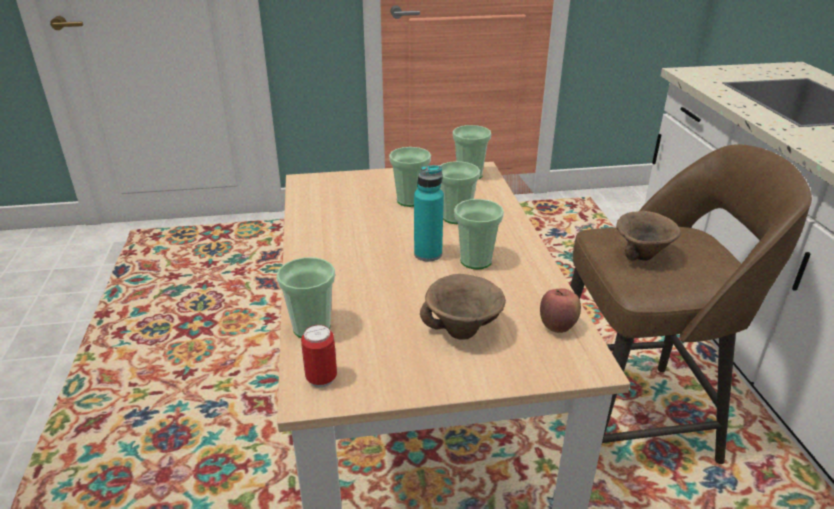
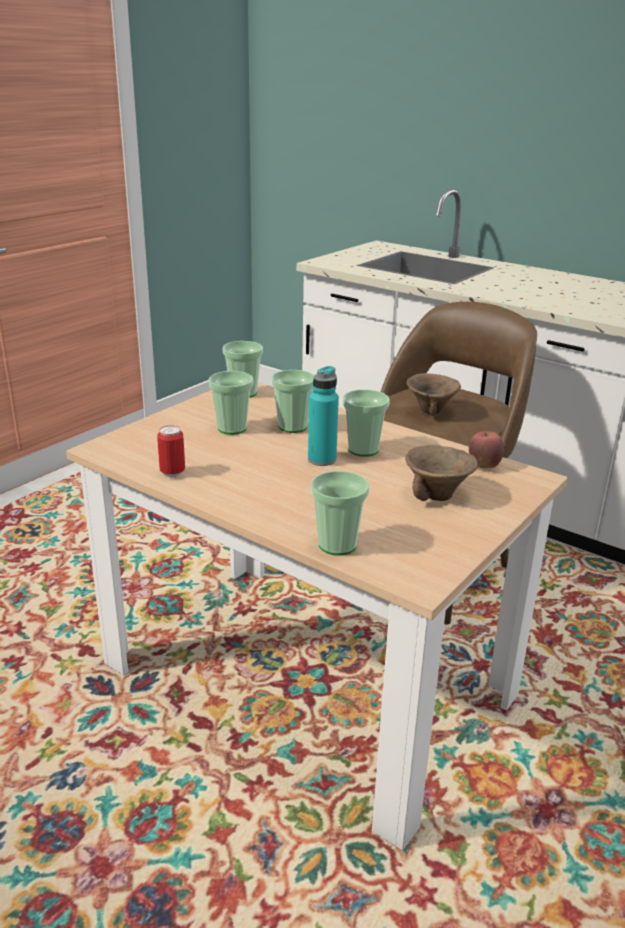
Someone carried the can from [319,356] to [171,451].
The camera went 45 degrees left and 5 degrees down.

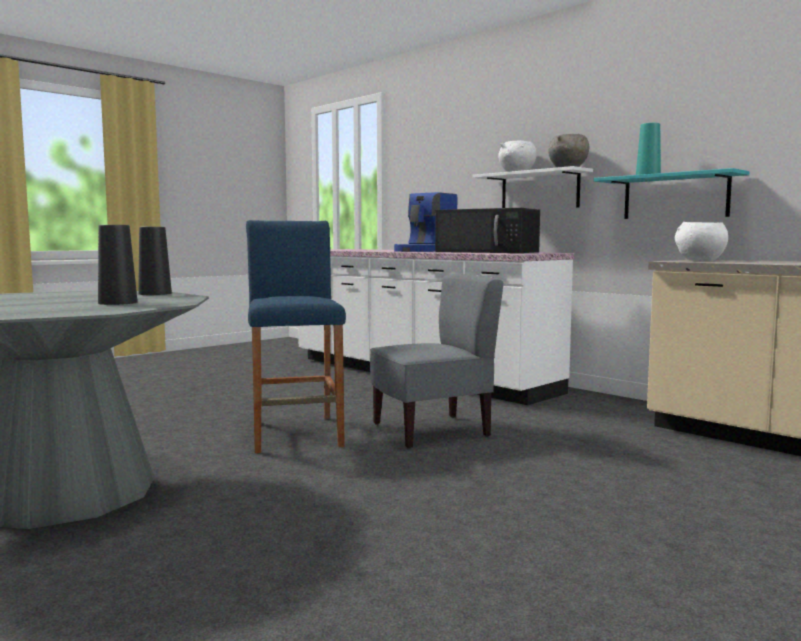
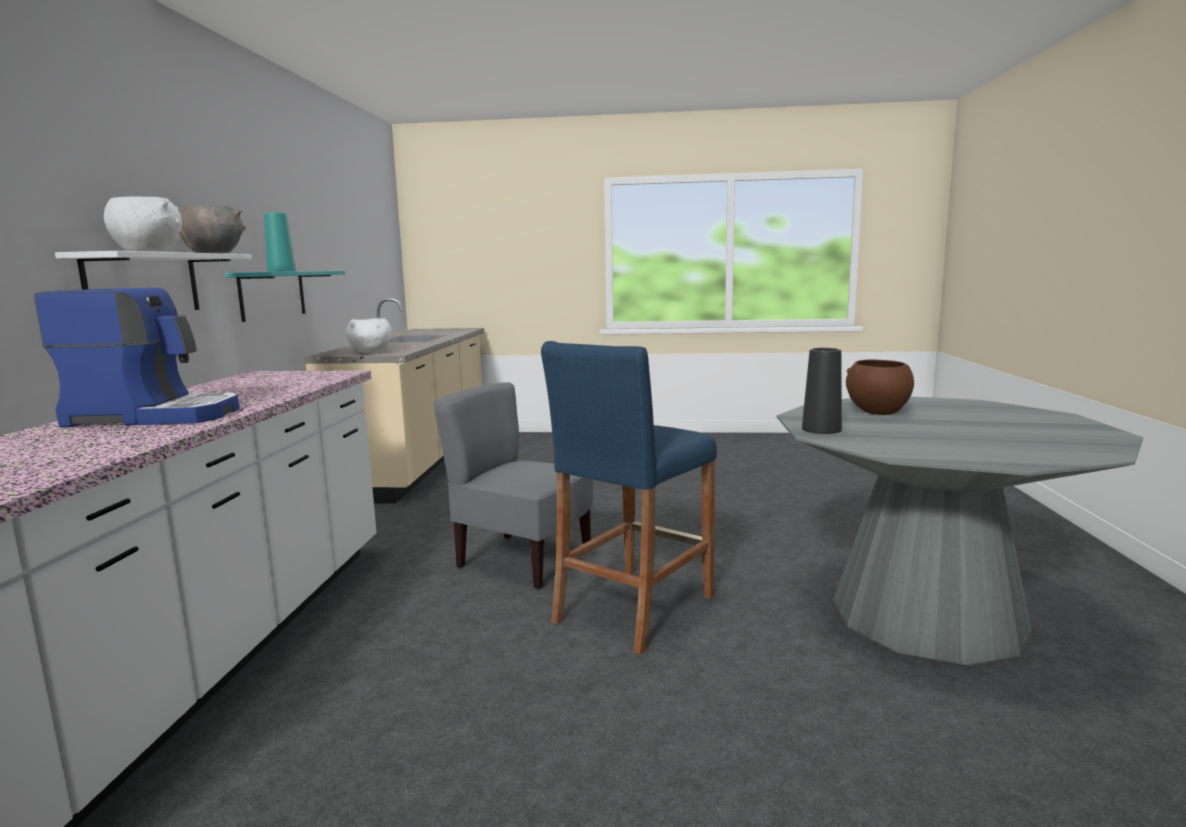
Someone swapped the black vase at [118,265] for the brown bowl at [880,387].
Someone took away the black microwave at [487,230].
The camera went 130 degrees left and 5 degrees up.

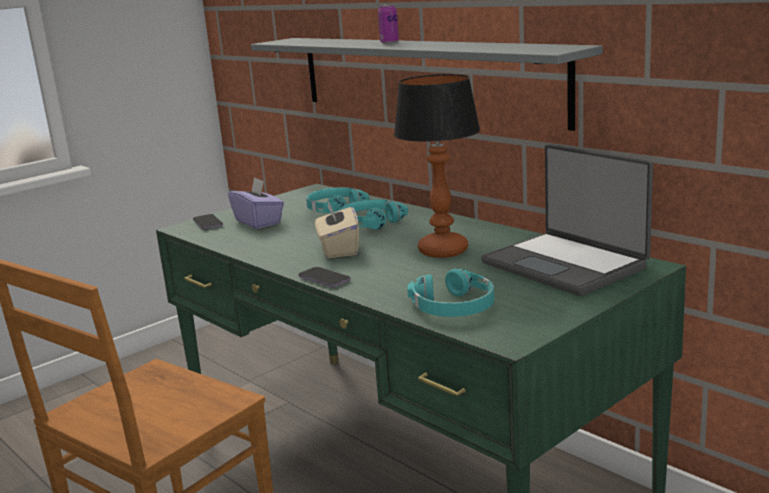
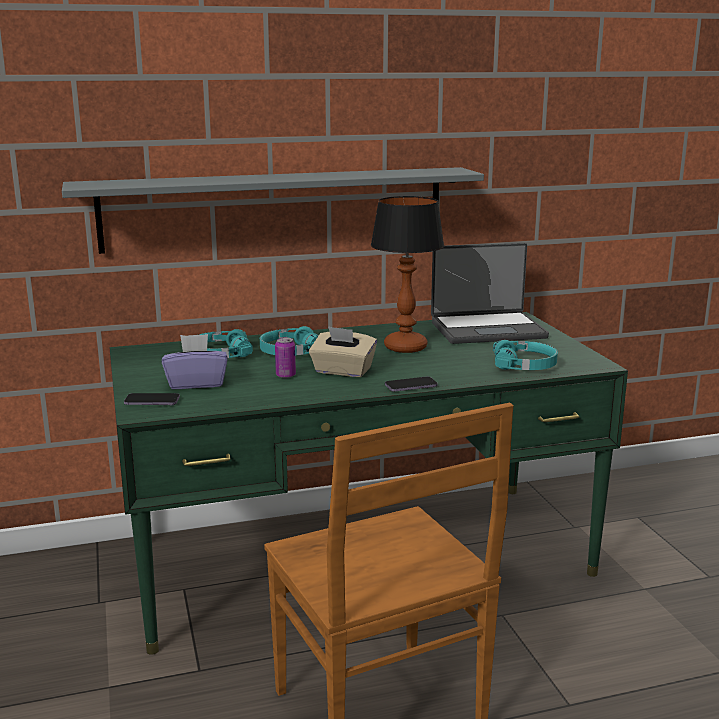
Someone carried the can from [388,24] to [285,357].
The camera went 65 degrees left and 0 degrees up.

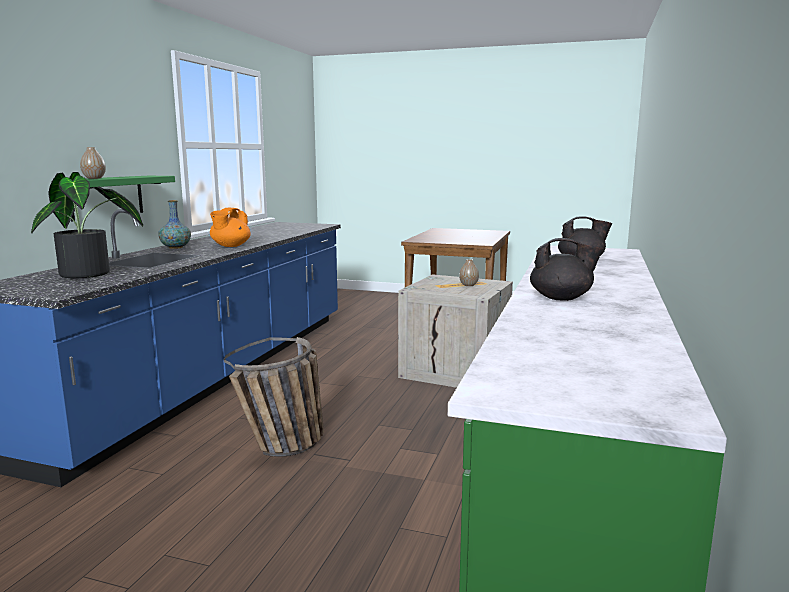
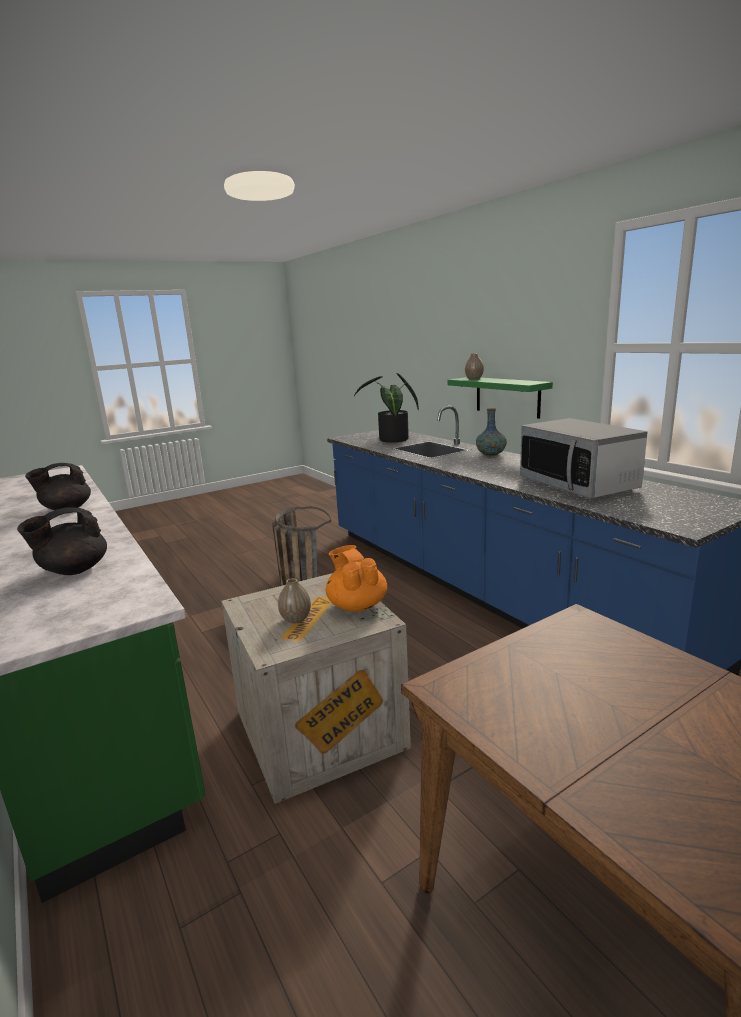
Someone carried the orange teapot from [230,227] to [356,578].
Someone put down the microwave at [584,458].
The camera went 130 degrees right and 5 degrees up.

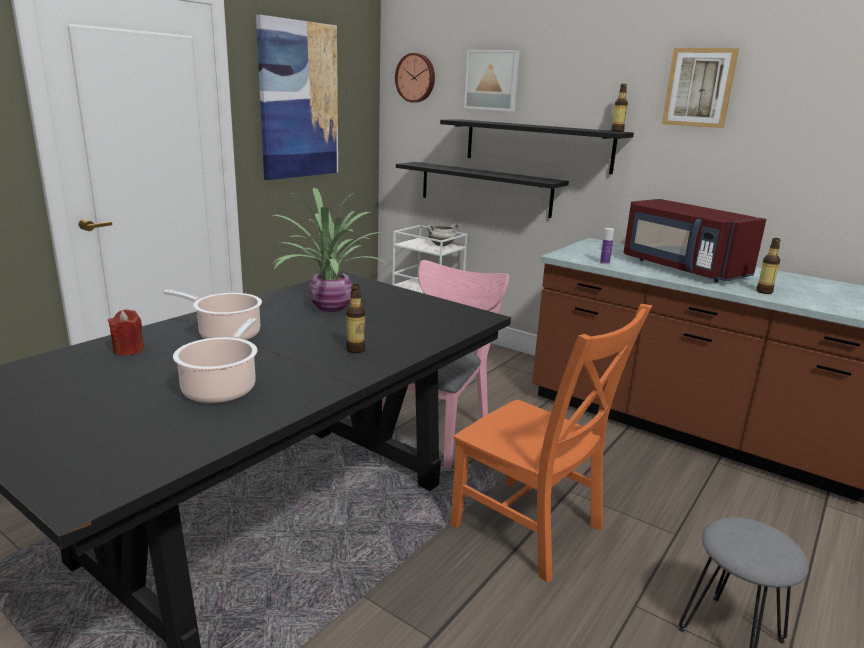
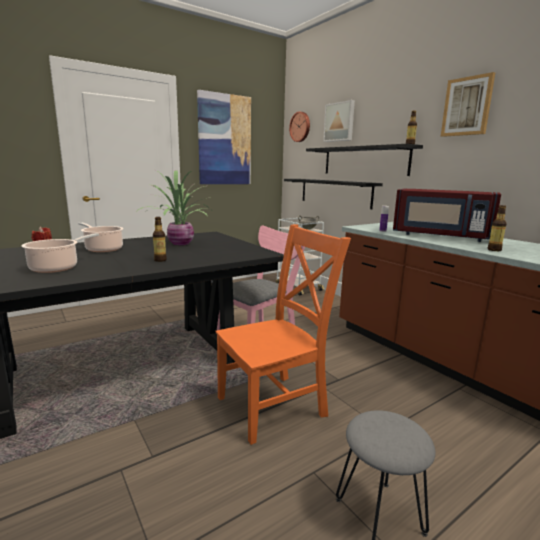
Someone rotated the orange chair at [551,443] by 90 degrees counterclockwise.
Someone rotated the red microwave at [694,240] by 45 degrees counterclockwise.
The camera went 20 degrees right and 5 degrees down.

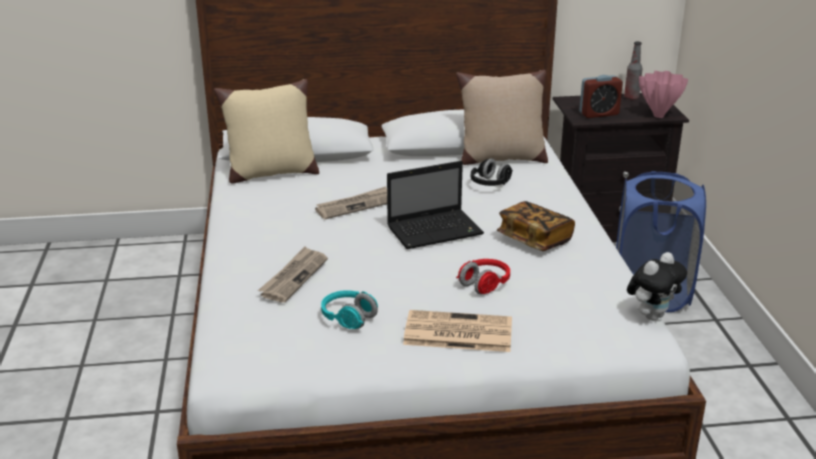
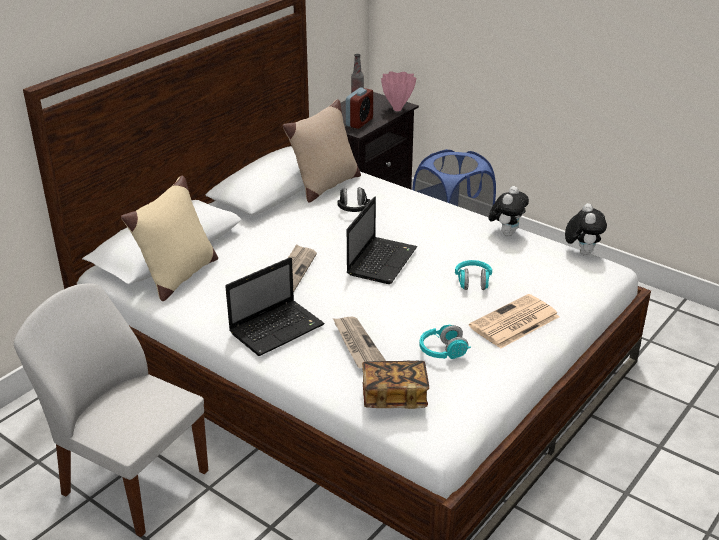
Someone put down the white chair at [111,410].
Someone put down the laptop at [275,306].
Someone carried the book from [536,226] to [395,384].
Someone repainted the red headphones at [483,276], which became the turquoise headphones at [473,275].
Someone put down the plush toy at [509,211].
The camera went 45 degrees left and 5 degrees up.

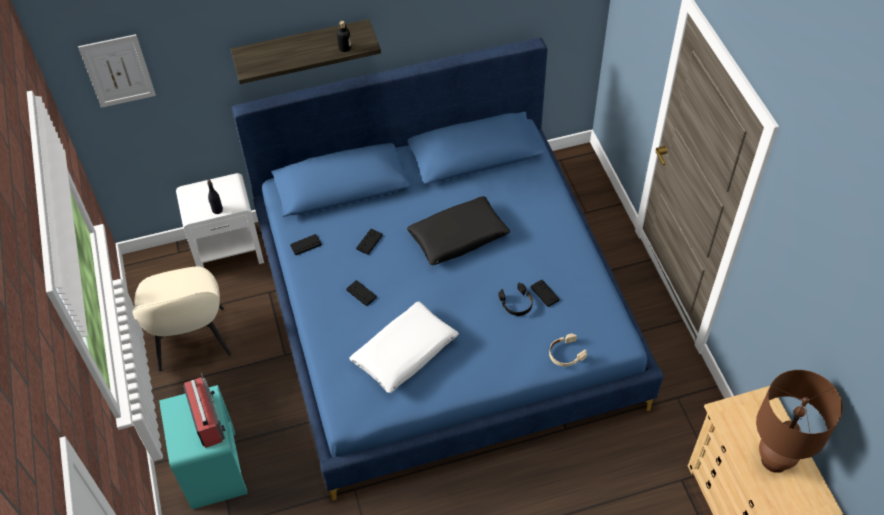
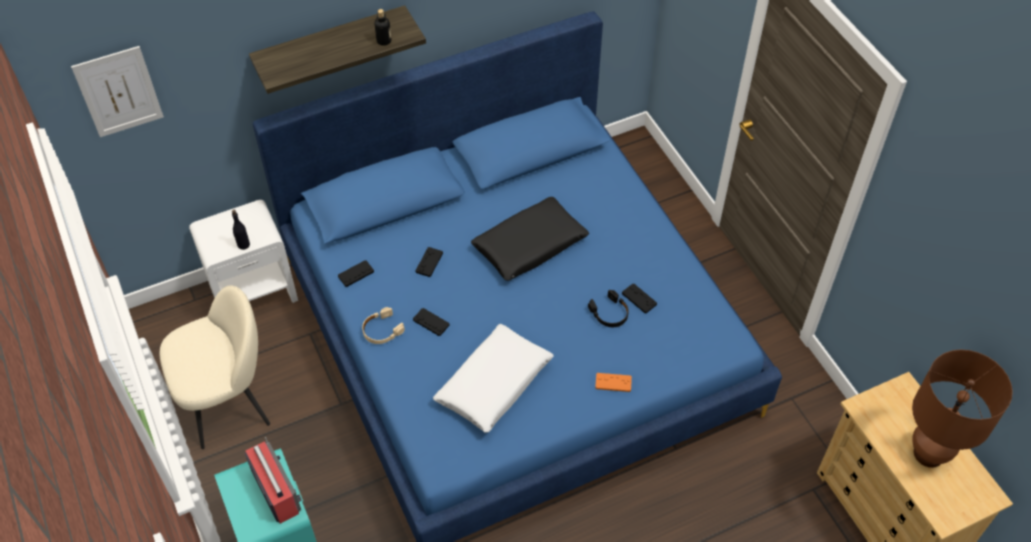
Someone rotated the beige chair at [182,319] by 90 degrees counterclockwise.
Someone carried the beige headphones from [568,349] to [383,325].
Someone put down the orange game controller at [613,382].
The camera went 10 degrees left and 0 degrees up.

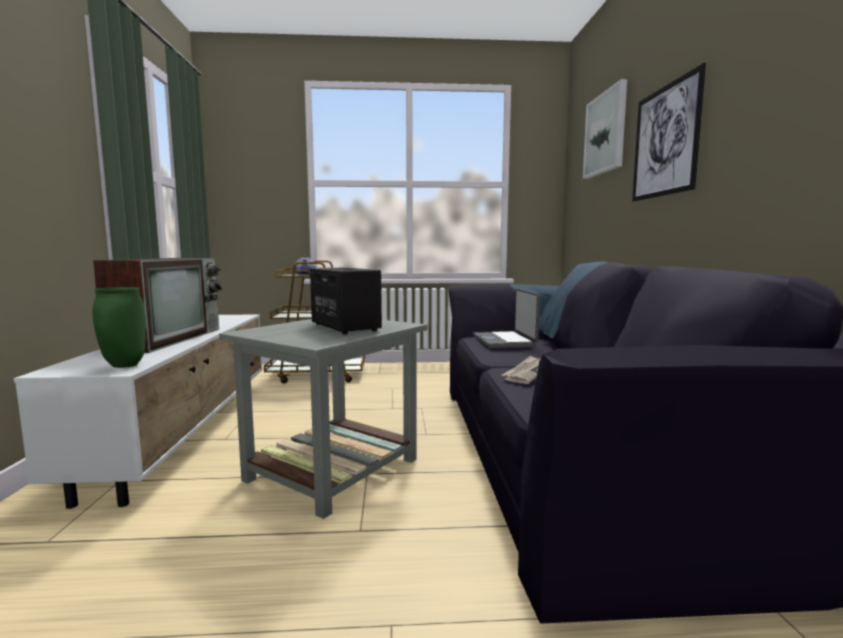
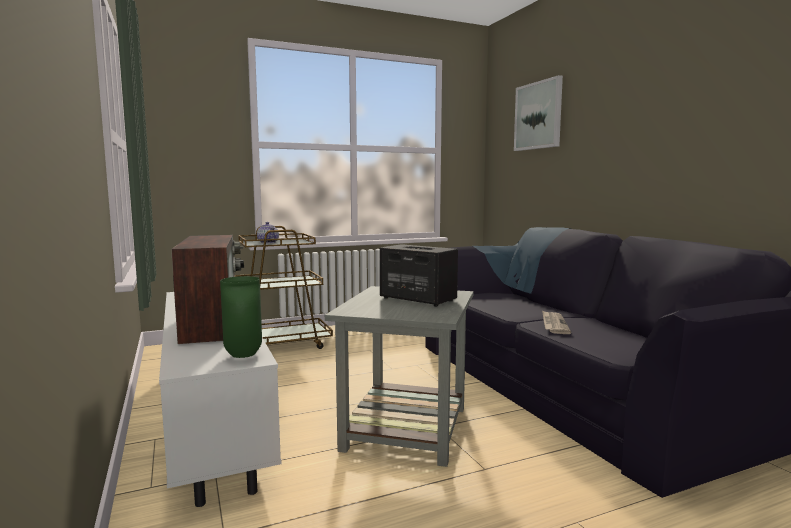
Someone took away the laptop at [506,318].
Someone took away the picture at [669,132].
The camera went 20 degrees left and 0 degrees up.

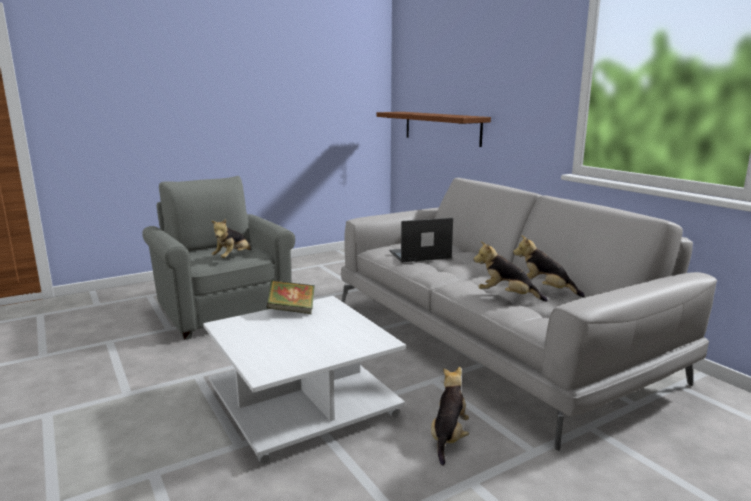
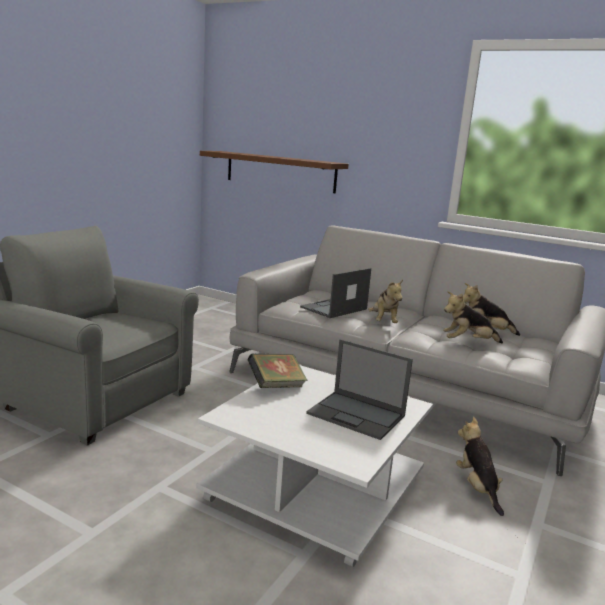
Someone put down the laptop at [359,389].
Someone carried the plush toy from [231,238] to [385,301].
The camera went 30 degrees left and 0 degrees up.

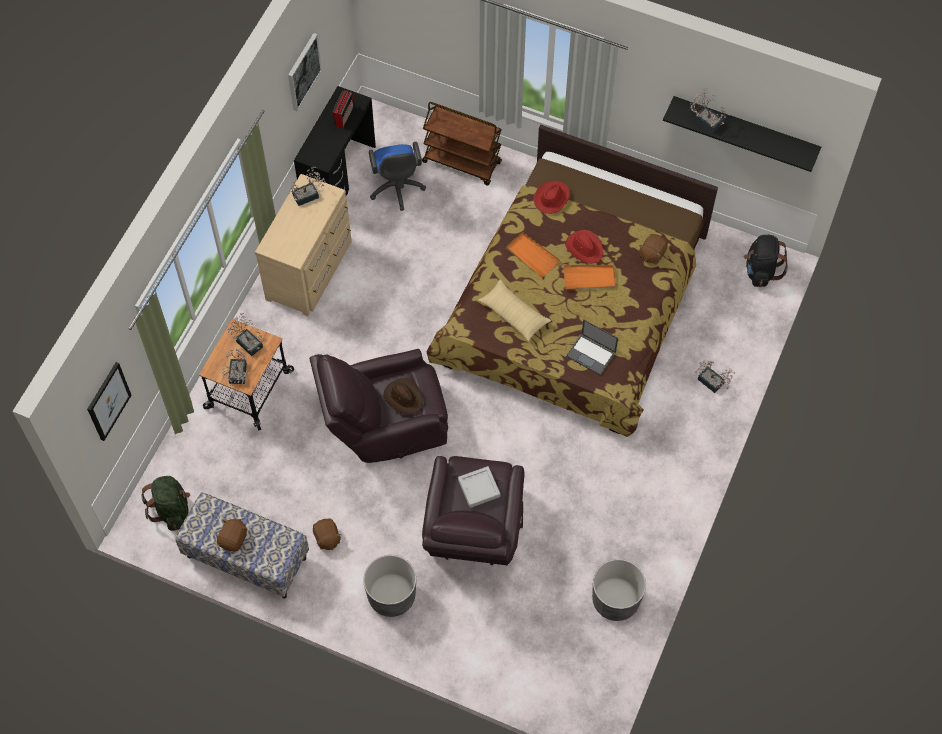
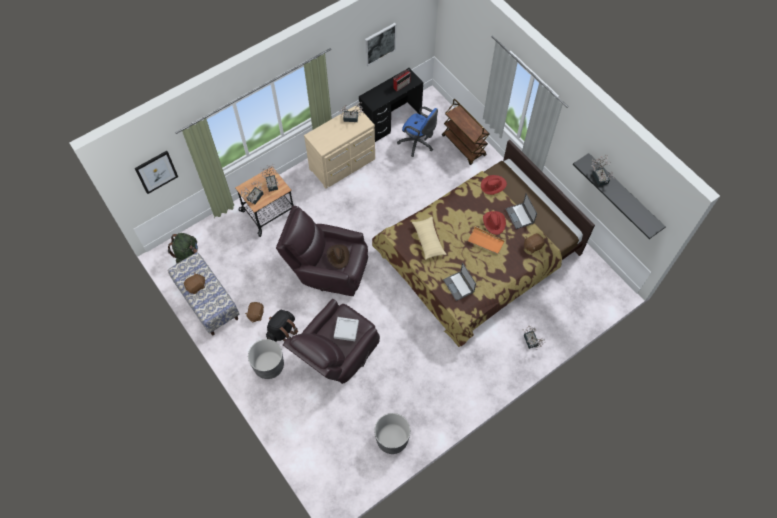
Someone carried the black backpack from [766,261] to [282,326].
Someone rotated the blue office chair at [397,176] by 75 degrees counterclockwise.
Someone put down the laptop at [521,211].
Someone took away the orange tray at [533,254].
The camera went 30 degrees right and 0 degrees up.

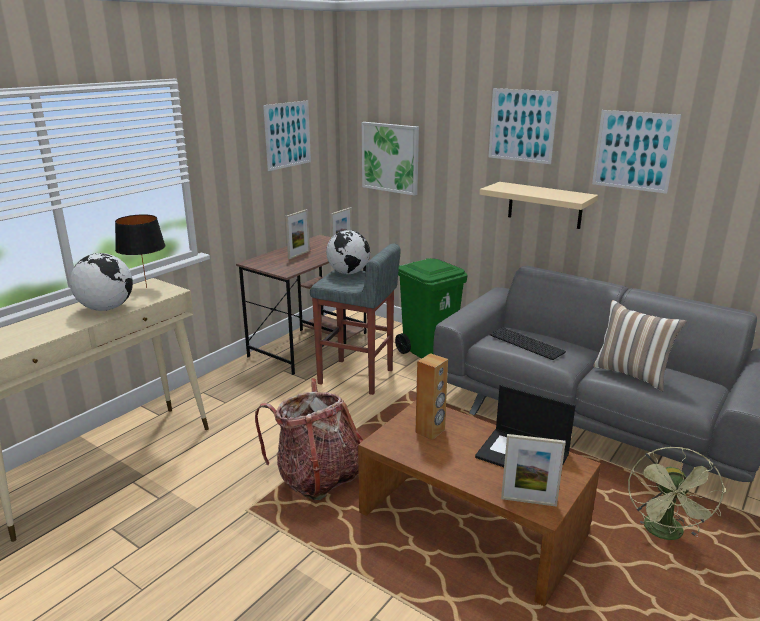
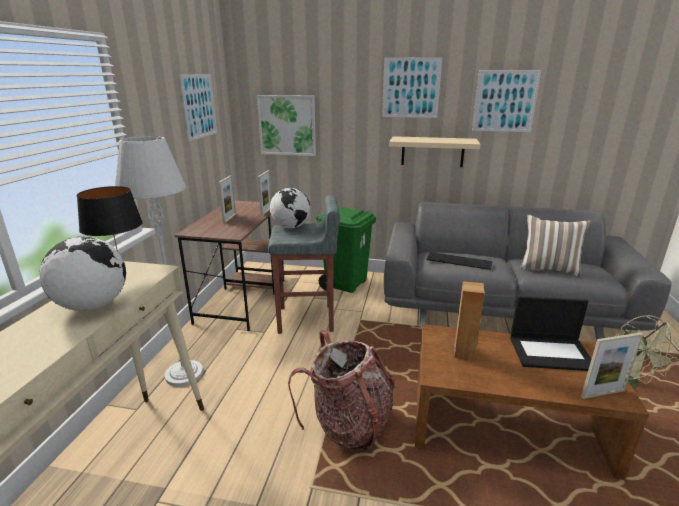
Someone put down the grey floor lamp at [159,261].
The camera went 25 degrees left and 0 degrees up.

